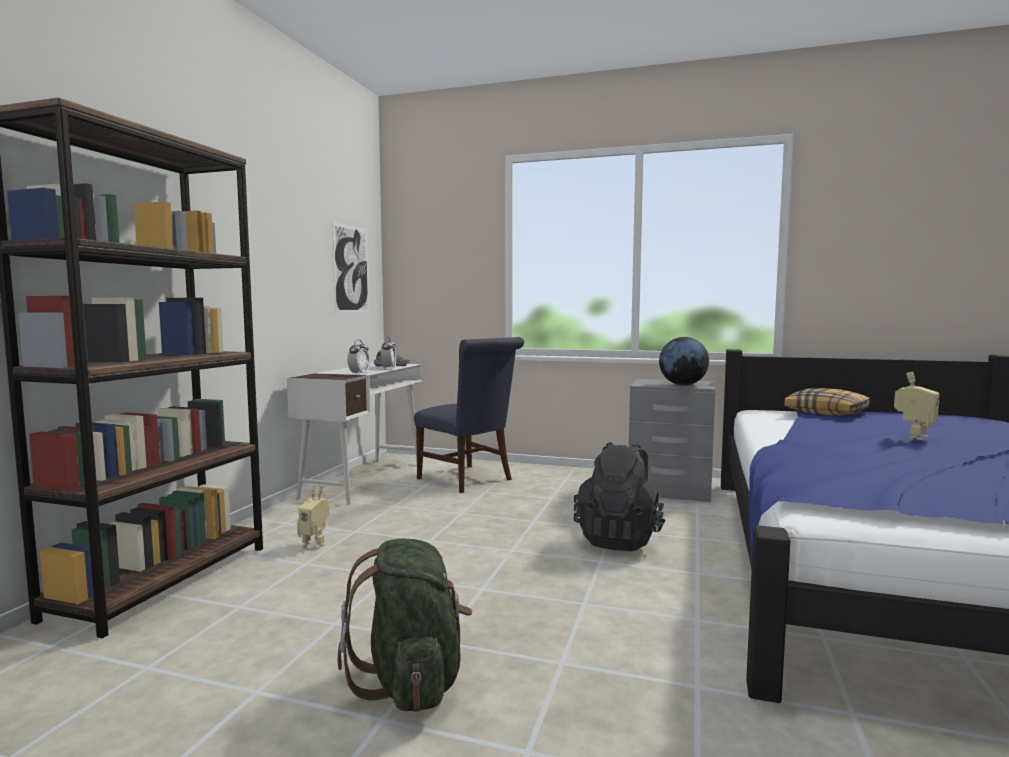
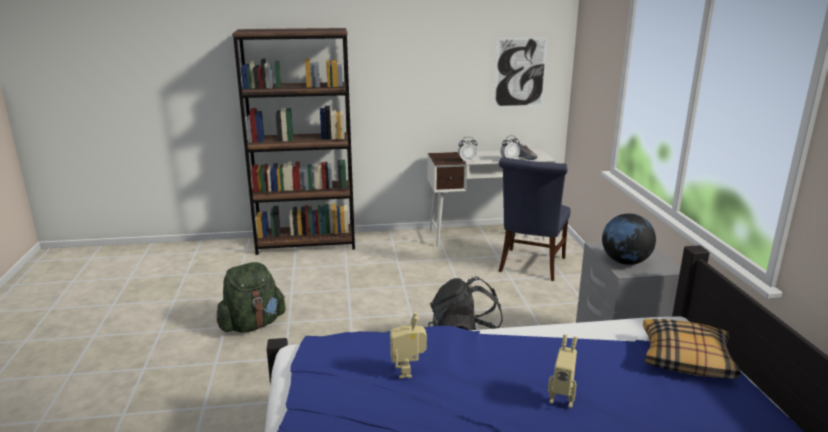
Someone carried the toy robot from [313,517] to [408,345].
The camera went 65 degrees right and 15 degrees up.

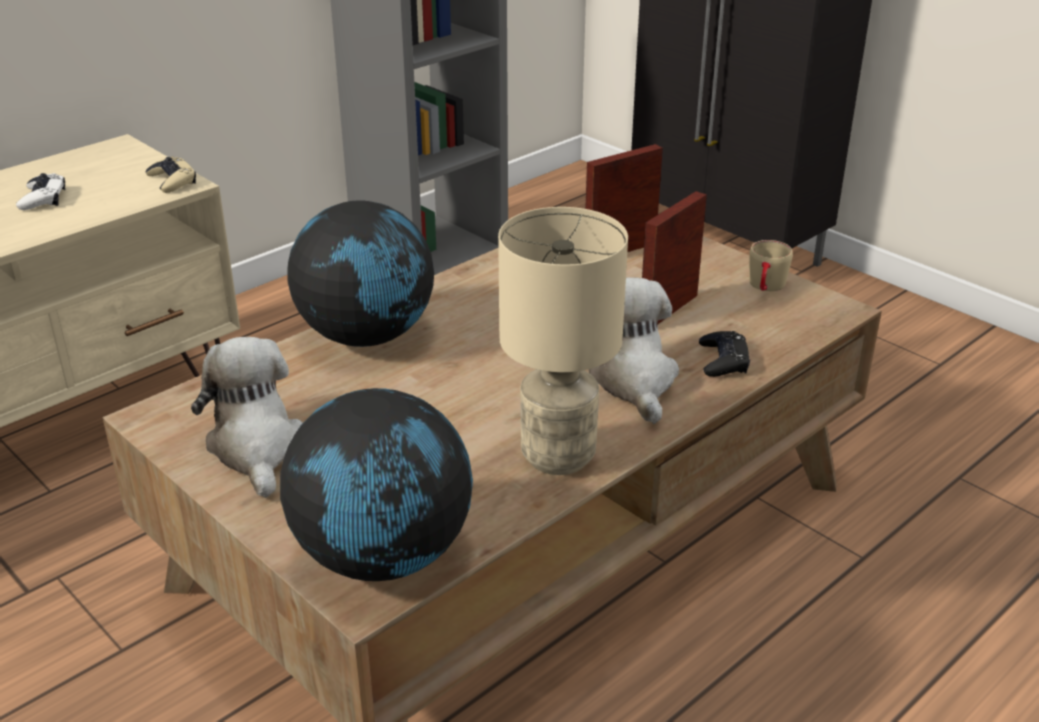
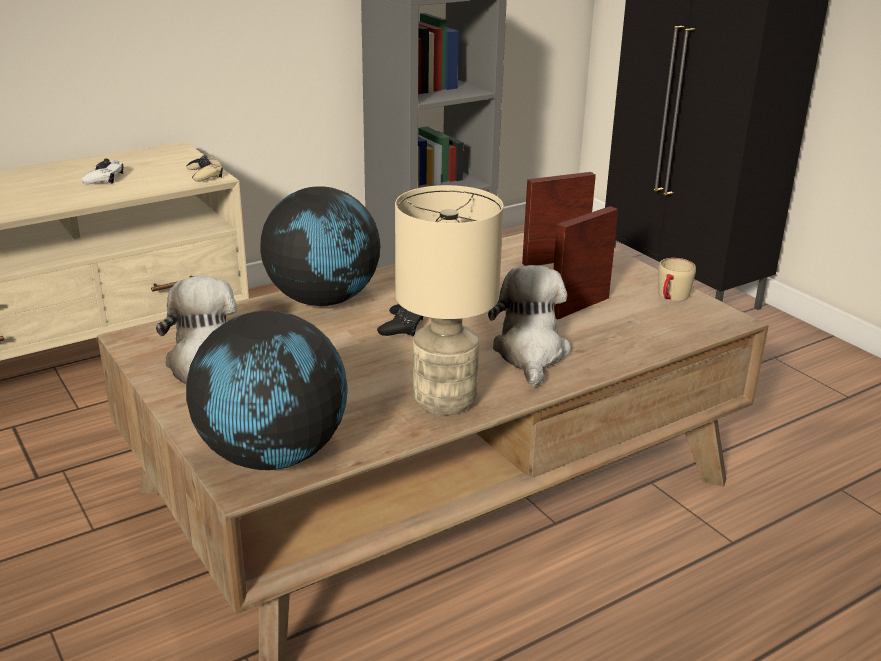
Someone carried the black game controller from [724,354] to [400,320].
The camera went 10 degrees right and 5 degrees down.

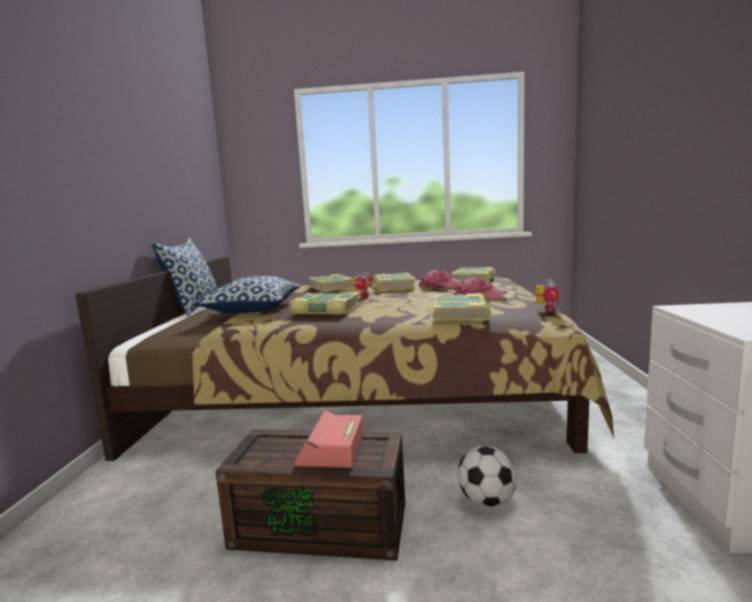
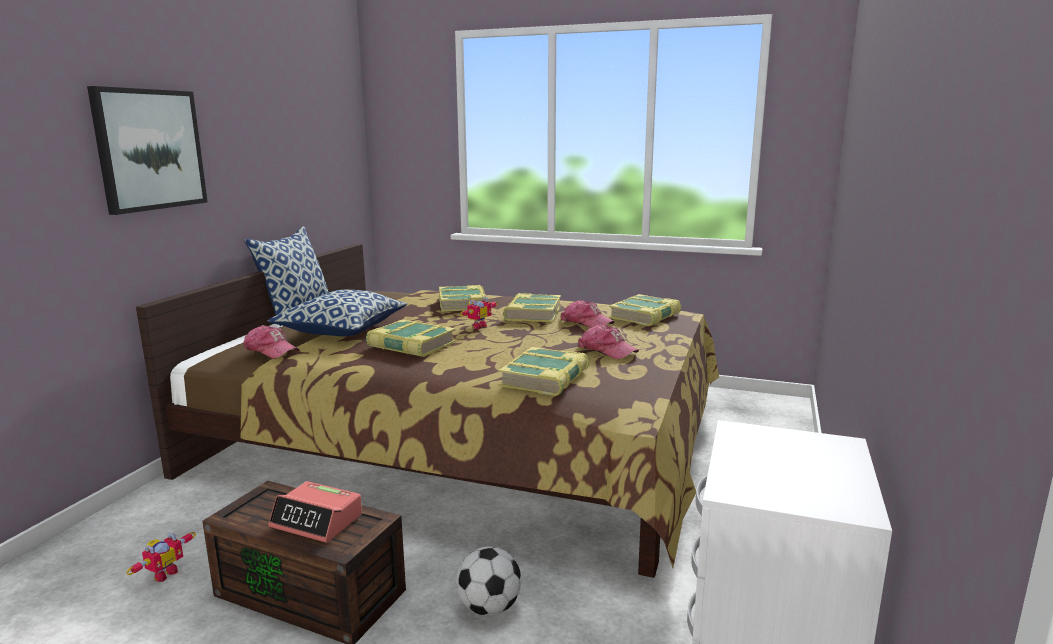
Someone put up the picture at [147,150].
Someone carried the toy robot from [547,295] to [161,557].
Someone put down the cap at [271,342].
Someone rotated the alarm clock at [328,439] by 90 degrees counterclockwise.
The camera went 15 degrees right and 5 degrees up.

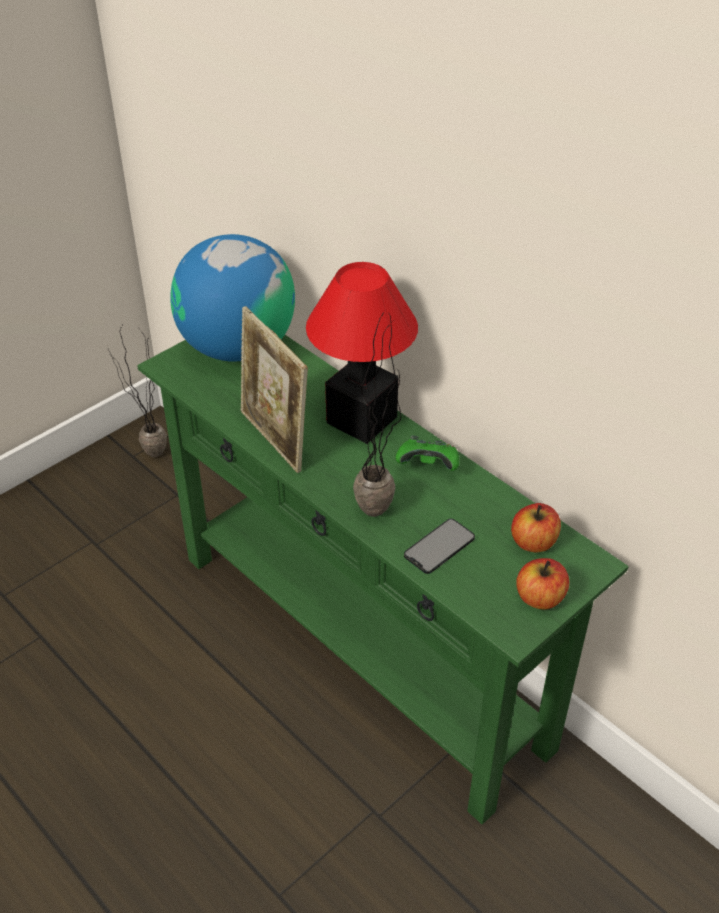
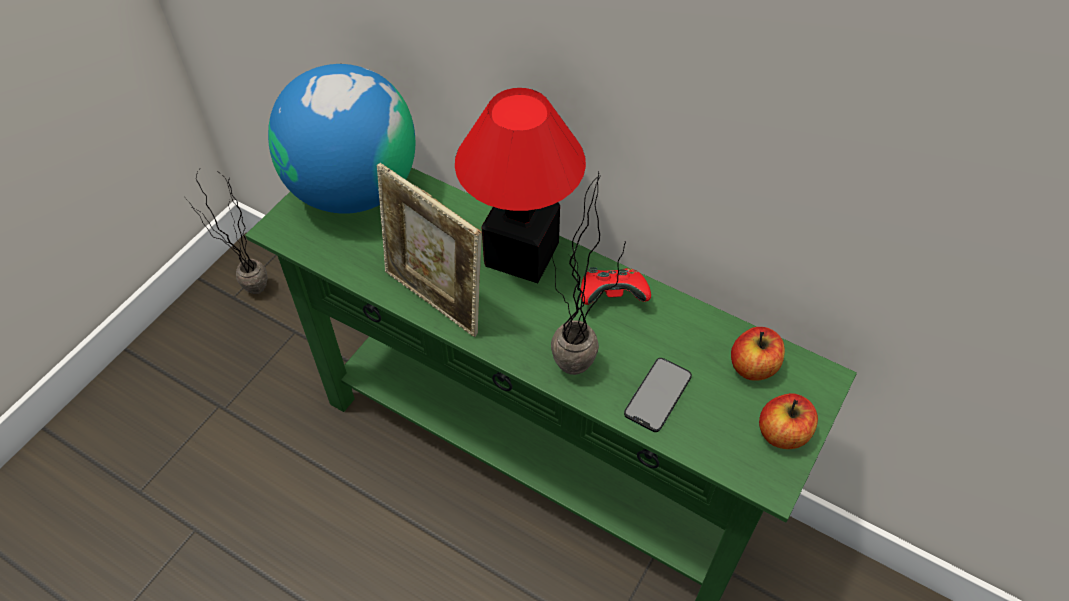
Someone repainted the green game controller at [427,453], which became the red game controller at [615,286].
The camera went 15 degrees left and 10 degrees up.

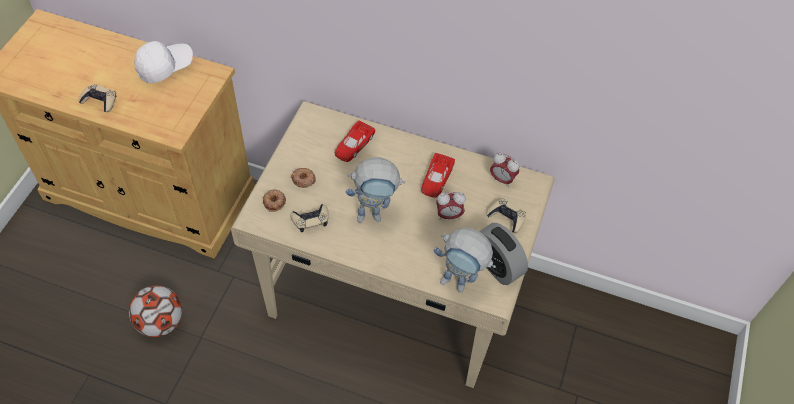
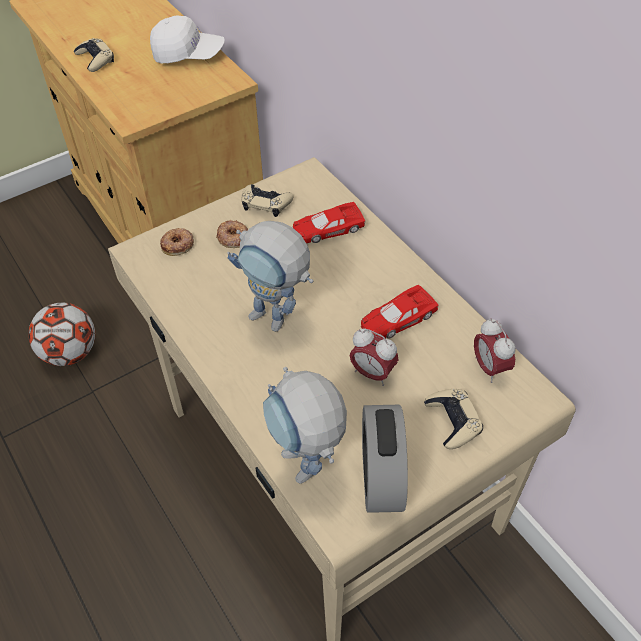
Someone carried the beige game controller from [309,218] to [267,200].
The camera went 40 degrees right and 5 degrees down.

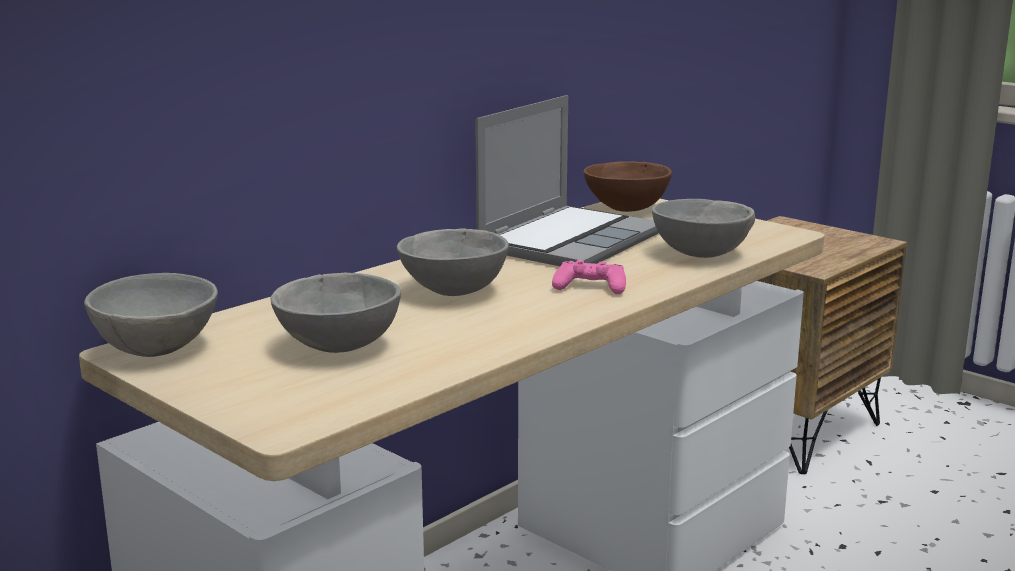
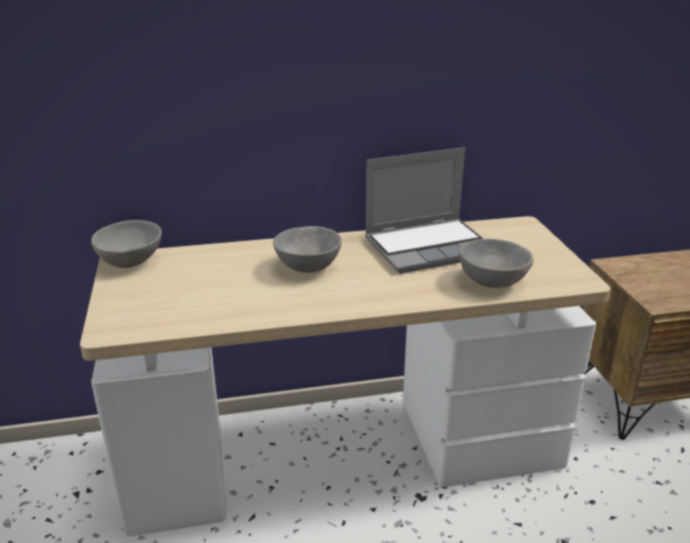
Someone took away the grey bowl at [335,313].
Someone took away the pink game controller at [589,277].
Someone took away the brown bowl at [627,186].
The camera went 35 degrees right and 10 degrees up.

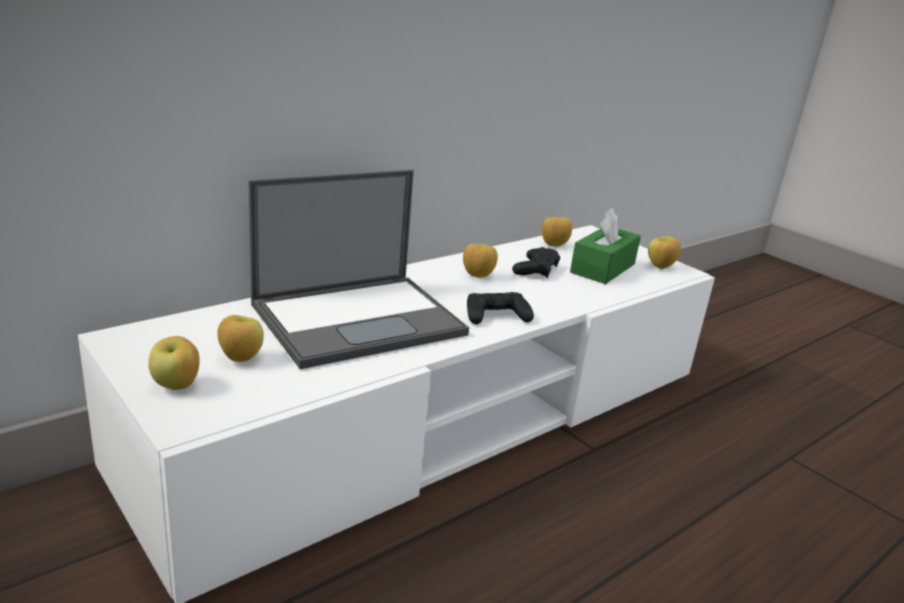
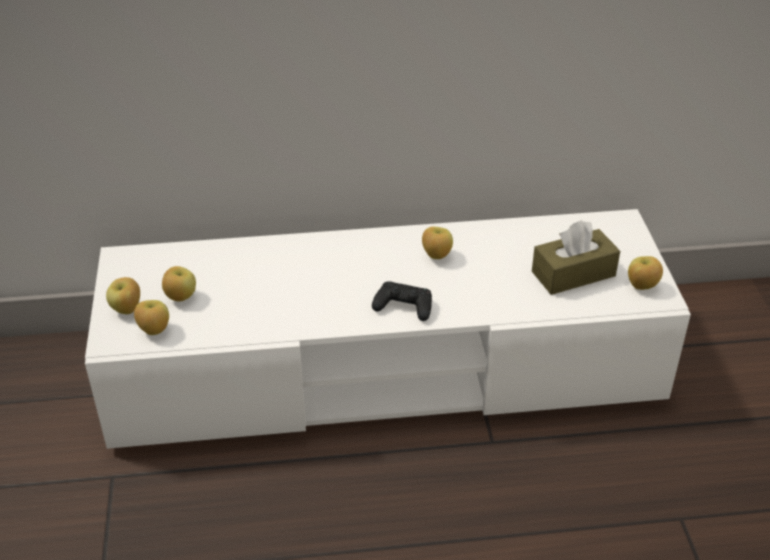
Someone carried the apple from [557,232] to [151,317].
Someone repainted the green tissue box at [605,246], which became the brown tissue box at [576,257].
Someone took away the laptop at [358,269].
Someone took away the black game controller at [536,262].
The camera went 35 degrees right and 15 degrees up.

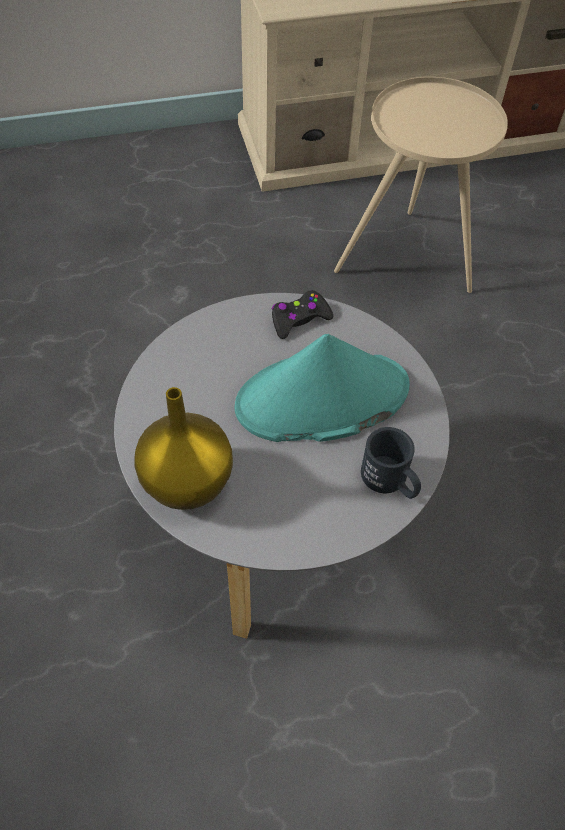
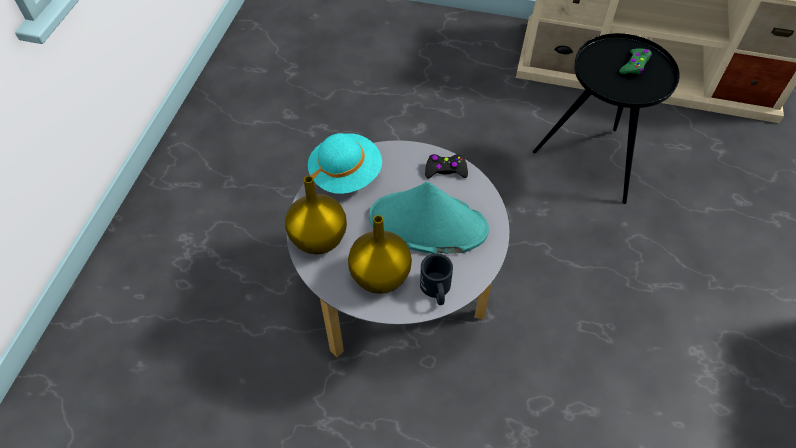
Someone put down the turquoise hat at [345,163].
Someone put down the yellow vase at [380,254].
Someone repainted the beige side table at [421,185], which became the black side table at [606,118].
Someone put down the green game controller at [635,61].
The camera went 30 degrees right and 0 degrees up.

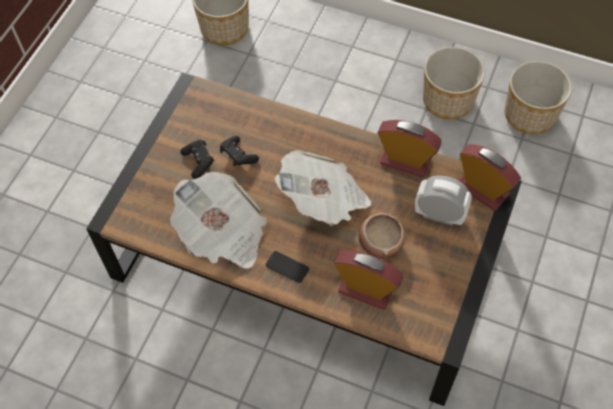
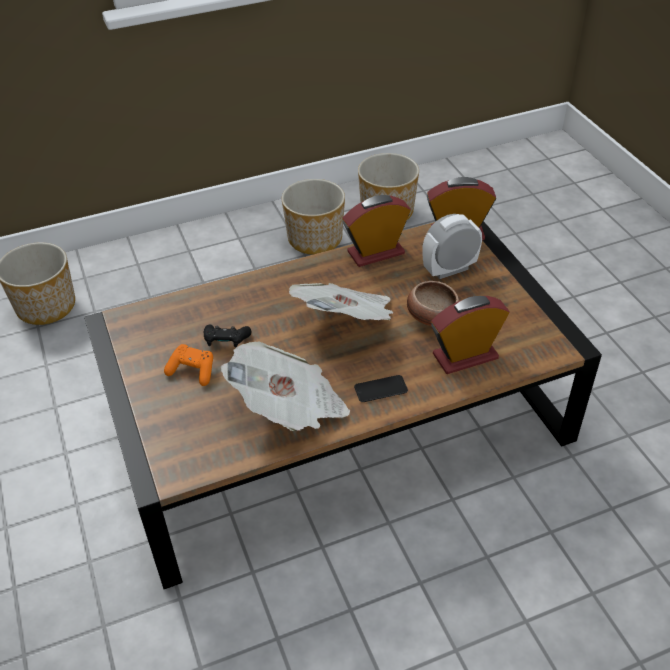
Someone repainted the black game controller at [197,159], which became the orange game controller at [188,365].
The camera went 45 degrees left and 15 degrees down.

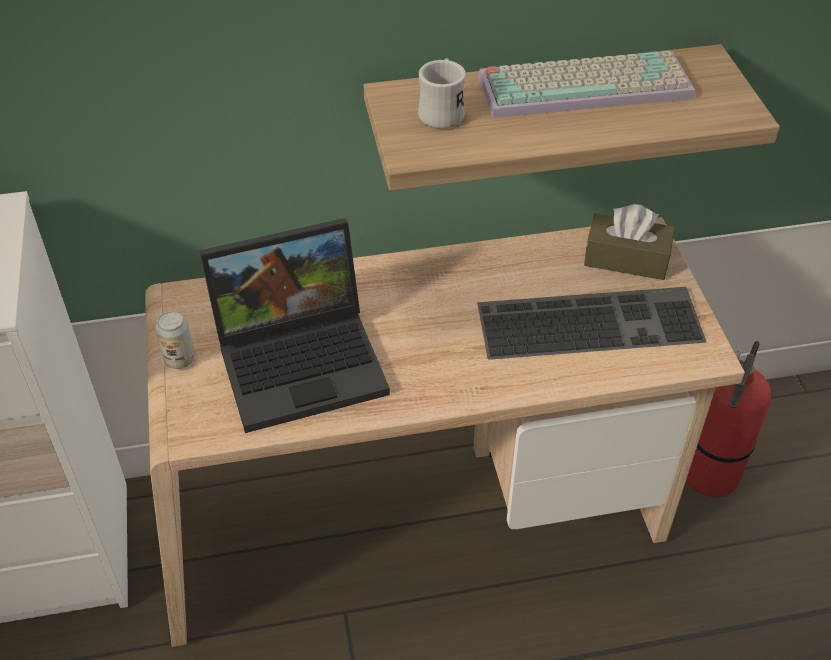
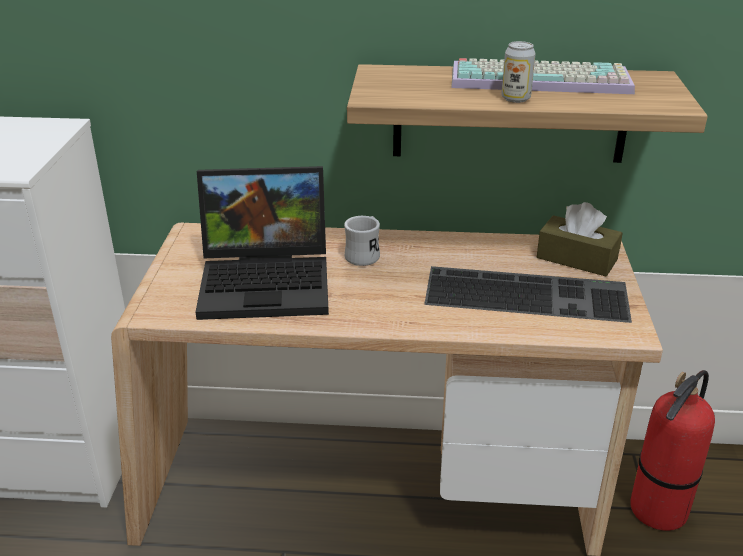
Someone carried the white mug from [442,93] to [362,241].
Someone carried the can from [175,340] to [518,72].
The camera went 15 degrees right and 15 degrees down.

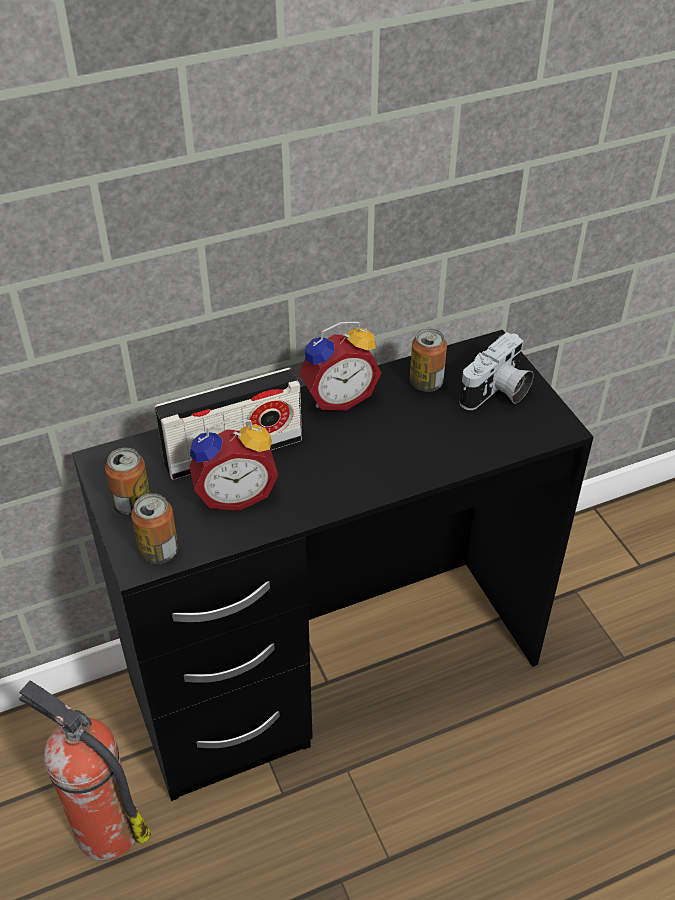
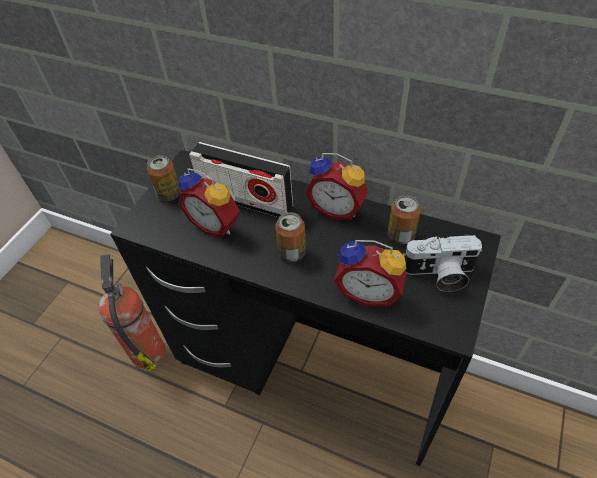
Someone carried the can from [154,528] to [290,237].
Someone put down the alarm clock at [370,273].
The camera went 50 degrees right and 5 degrees up.

